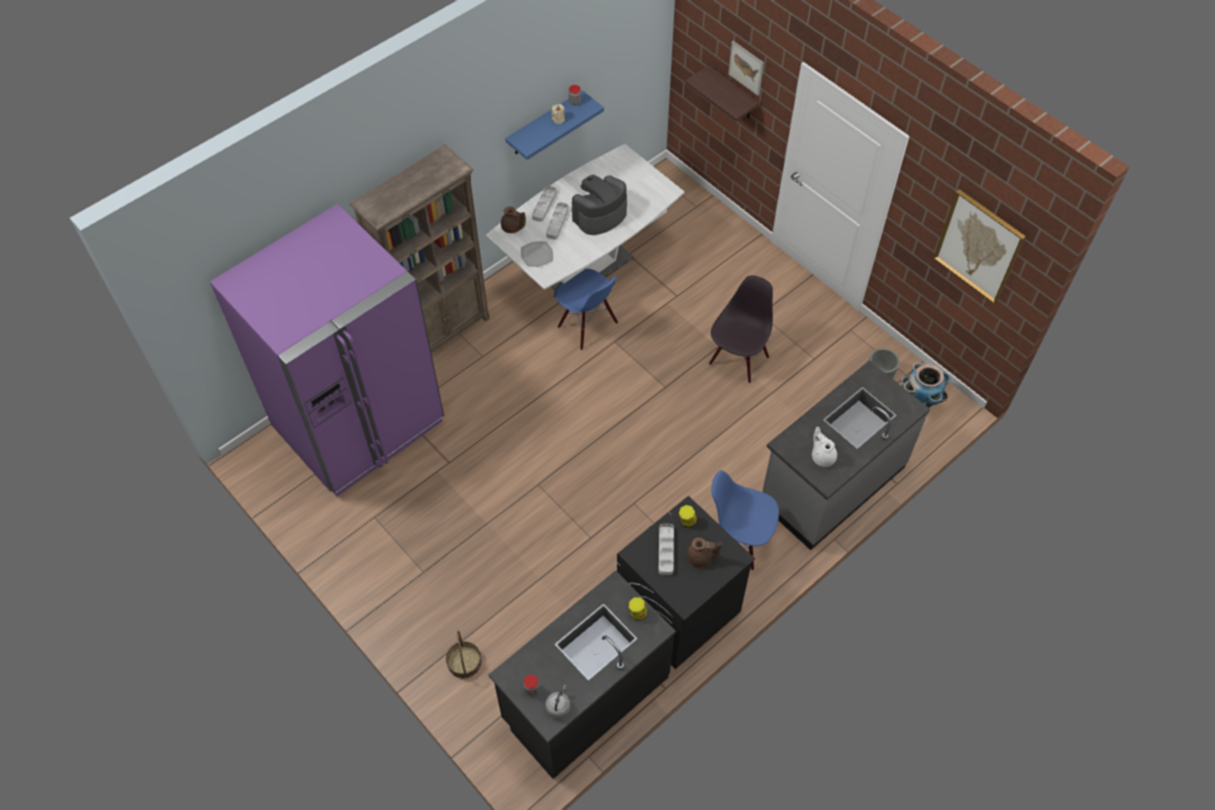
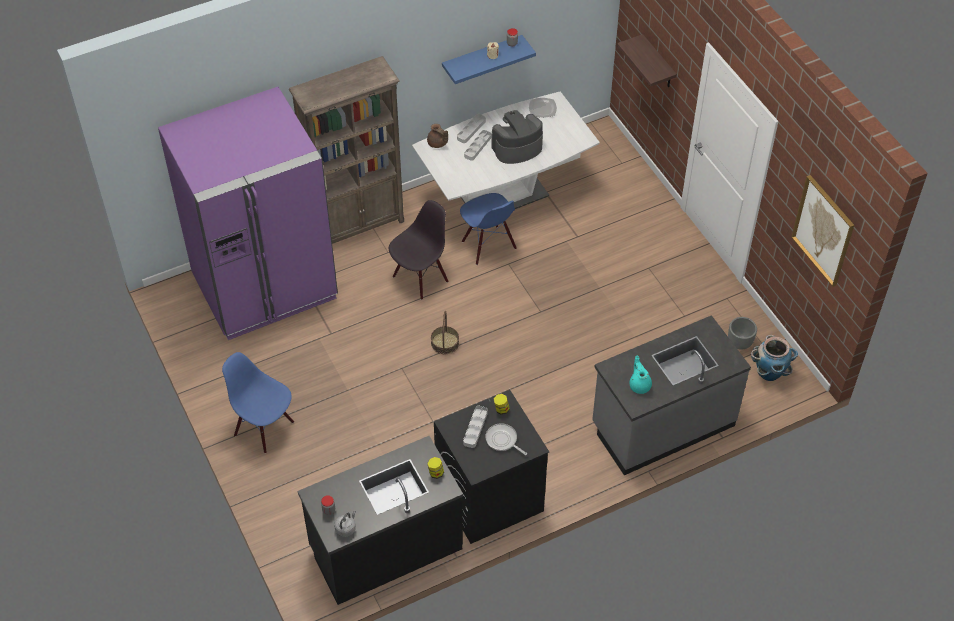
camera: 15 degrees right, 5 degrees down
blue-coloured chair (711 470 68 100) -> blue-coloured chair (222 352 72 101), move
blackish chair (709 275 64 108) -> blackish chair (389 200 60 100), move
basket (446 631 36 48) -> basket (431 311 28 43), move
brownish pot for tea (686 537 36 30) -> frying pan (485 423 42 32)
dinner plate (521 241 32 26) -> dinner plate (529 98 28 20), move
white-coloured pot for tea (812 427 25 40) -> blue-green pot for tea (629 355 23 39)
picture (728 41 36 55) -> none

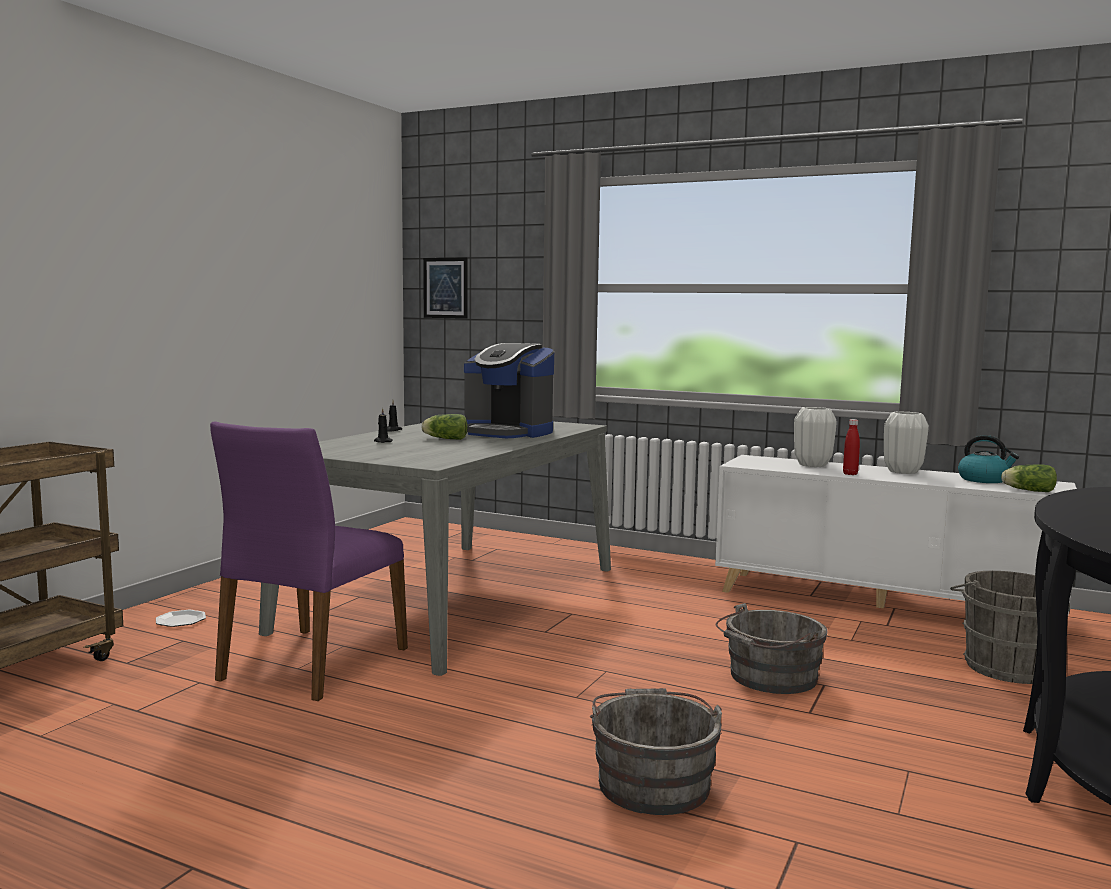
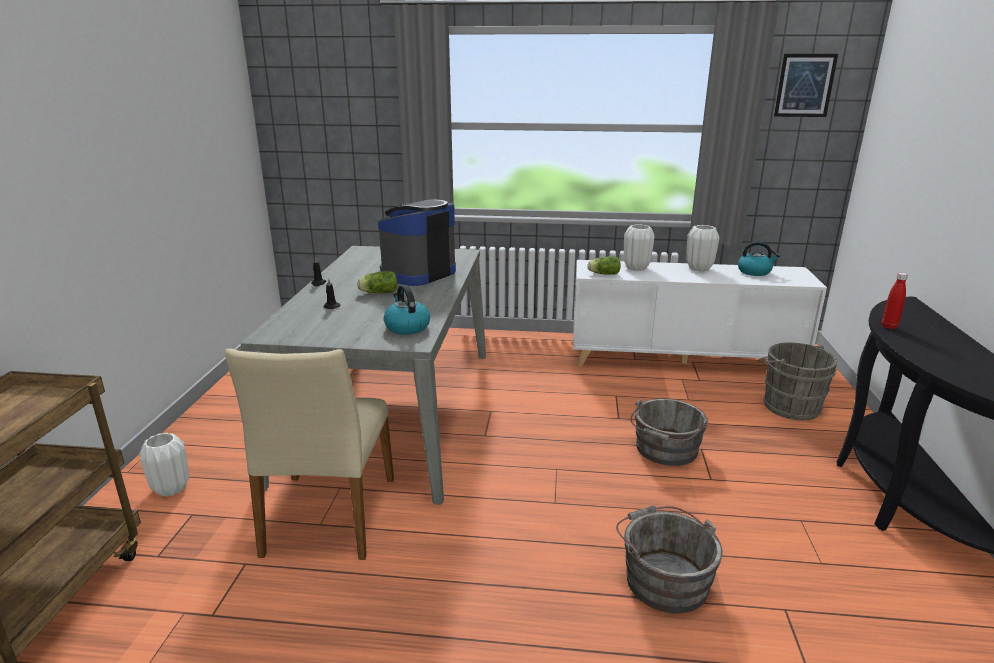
camera: 20 degrees left, 15 degrees up
dinner plate (156 610 50 17) -> white-coloured vase (139 433 50 64)
purplish chair (210 421 198 280) -> beige-coloured chair (225 349 169 211)
coffee machine (464 343 90 95) -> coffee machine (378 200 78 86), 120 degrees clockwise
none -> tea kettle (384 285 46 50)
lettuce head (1001 464 56 28) -> lettuce head (587 256 34 19), move
picture (423 257 45 62) -> picture (774 54 64 63), move
red-coloured bottle (843 419 17 56) -> red-coloured bottle (882 273 26 56), move

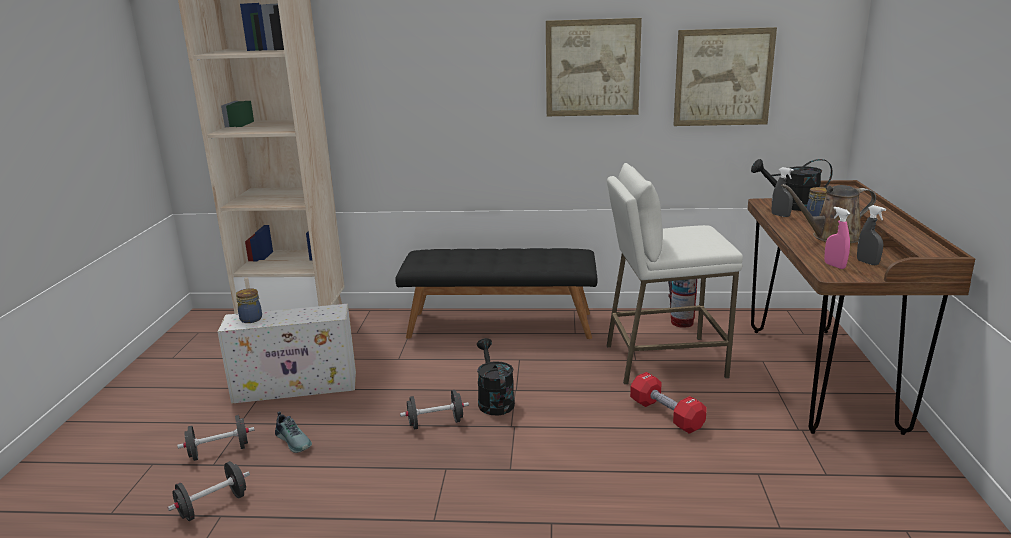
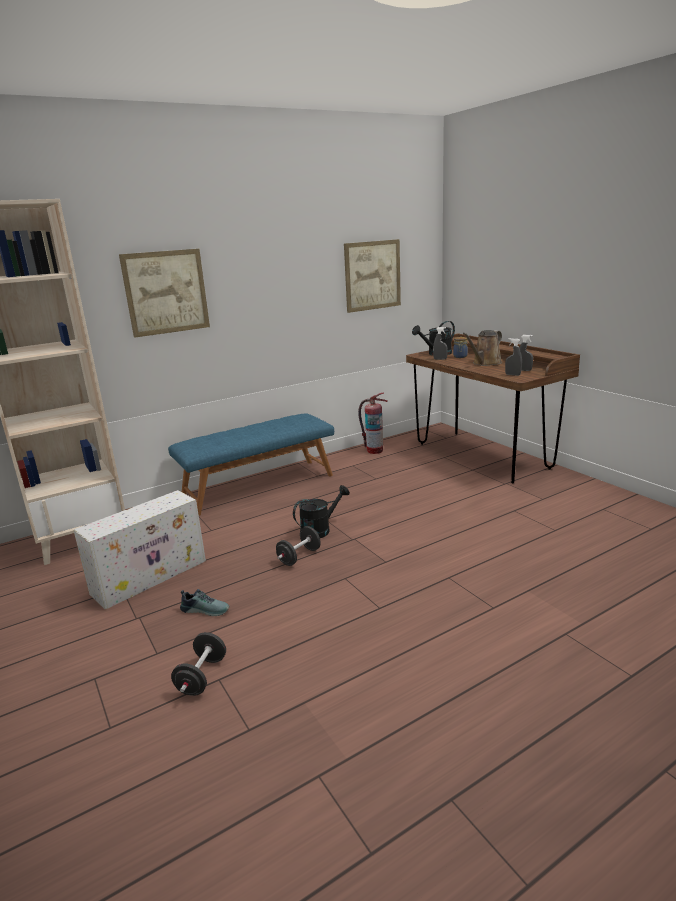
camera: 35 degrees left, 0 degrees up
picture (546 18 96 98) -> picture (119 249 91 89), move
blackish bench (395 248 203 91) -> blue-coloured bench (168 413 166 103)
blackish watering can (477 338 38 78) -> blackish watering can (293 485 57 53), 105 degrees clockwise
pinkish sprayer (824 207 27 62) -> greyish sprayer (505 338 17 38)
blackish free weight (177 415 78 46) -> none
jar (236 288 26 35) -> none
white-coloured stool seat (606 163 137 221) -> none
red-coloured free weight (630 372 76 62) -> none

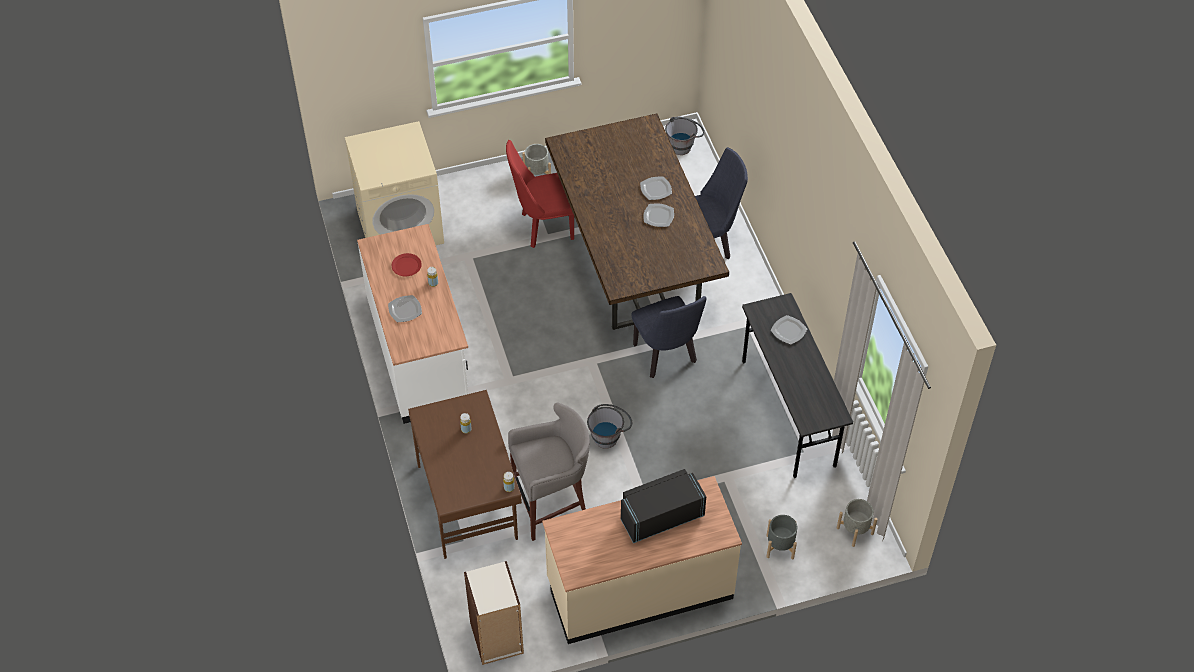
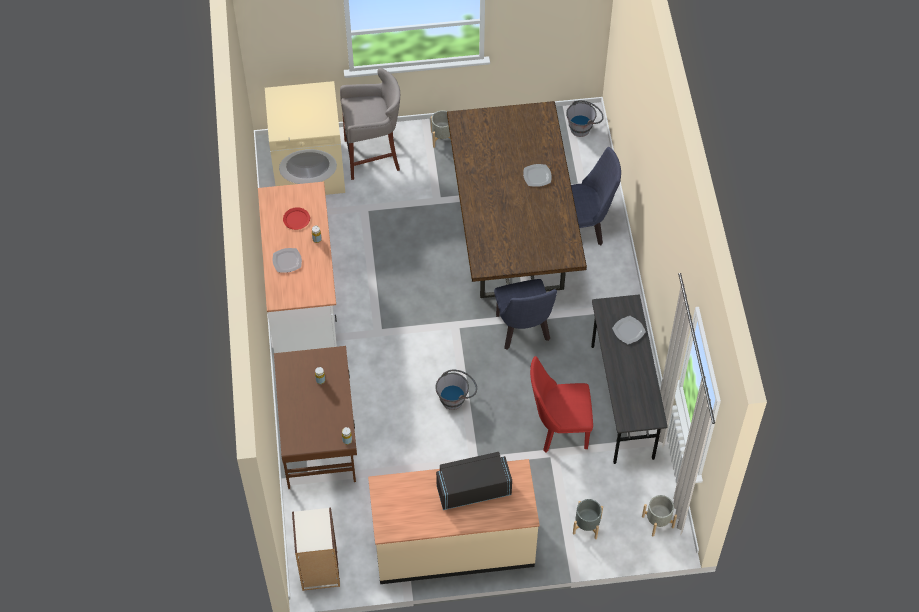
camera: 10 degrees right, 5 degrees up
greyish stool seat (508 403 82 138) -> greyish stool seat (340 68 60 112), move
red-coloured chair (506 140 68 108) -> red-coloured chair (530 356 63 96), move
dinner plate (643 204 31 23) -> none

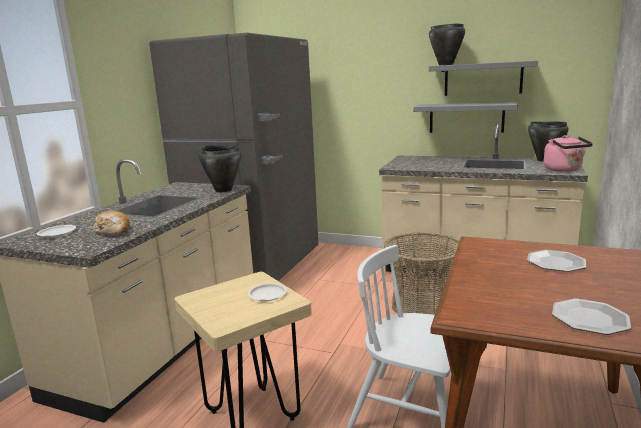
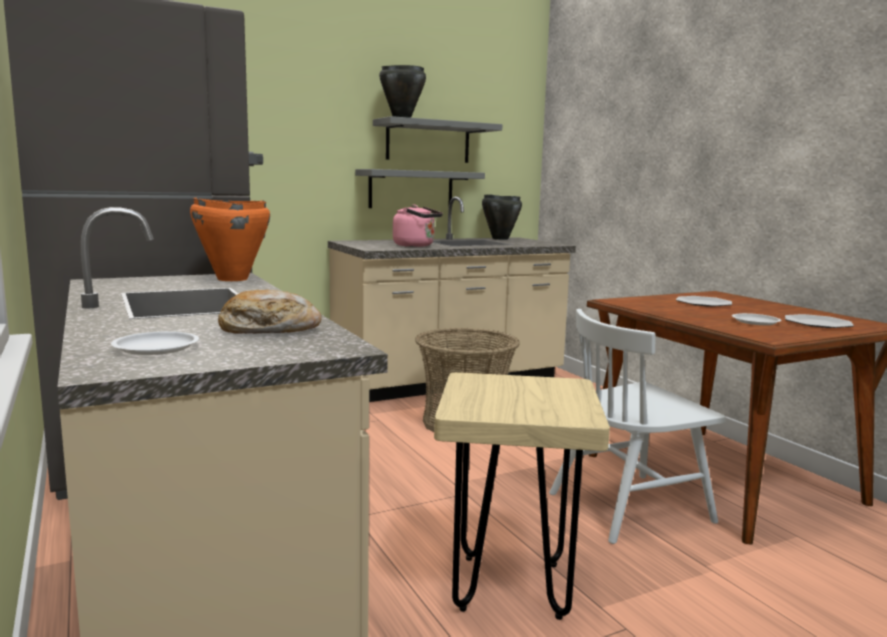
camera: 50 degrees left, 5 degrees down
blackish cooking pot (199 145 43 47) -> orangey cooking pot (190 198 80 83)
pinkish tea kettle (544 135 49 37) -> pinkish tea kettle (393 205 50 42), move
white-coloured dinner plate (248 283 39 18) -> white-coloured dinner plate (732 313 49 12), move

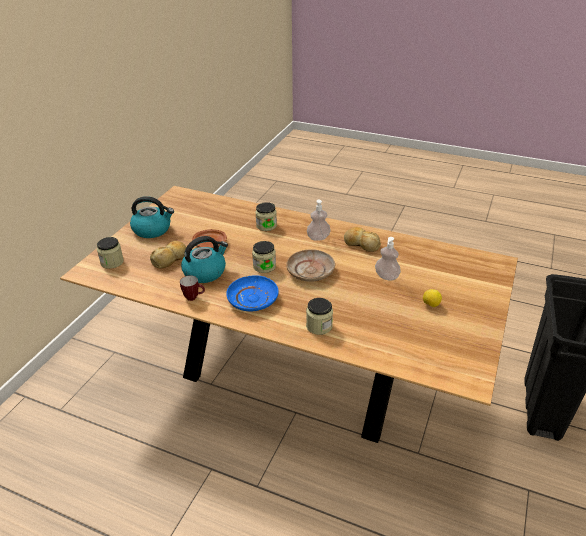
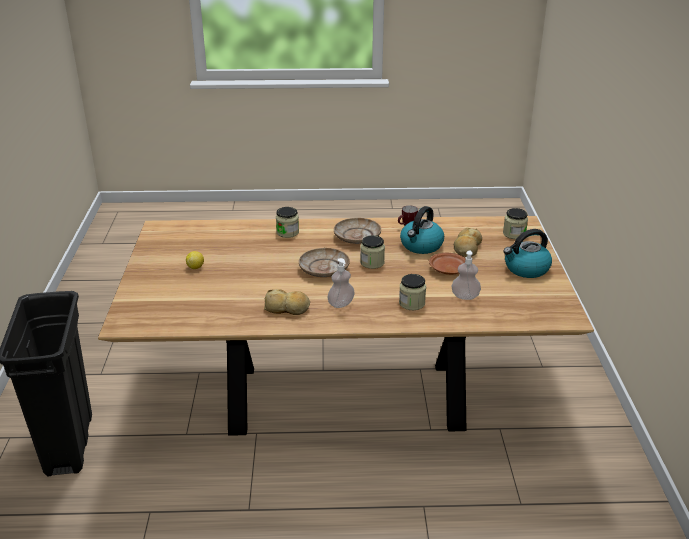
camera: 155 degrees right, 5 degrees down
blue-coloured dinner plate (226 275 53 36) -> beige-coloured dinner plate (334 218 47 26)
liquid soap bottle (375 237 26 44) -> liquid soap bottle (451 251 30 49), move

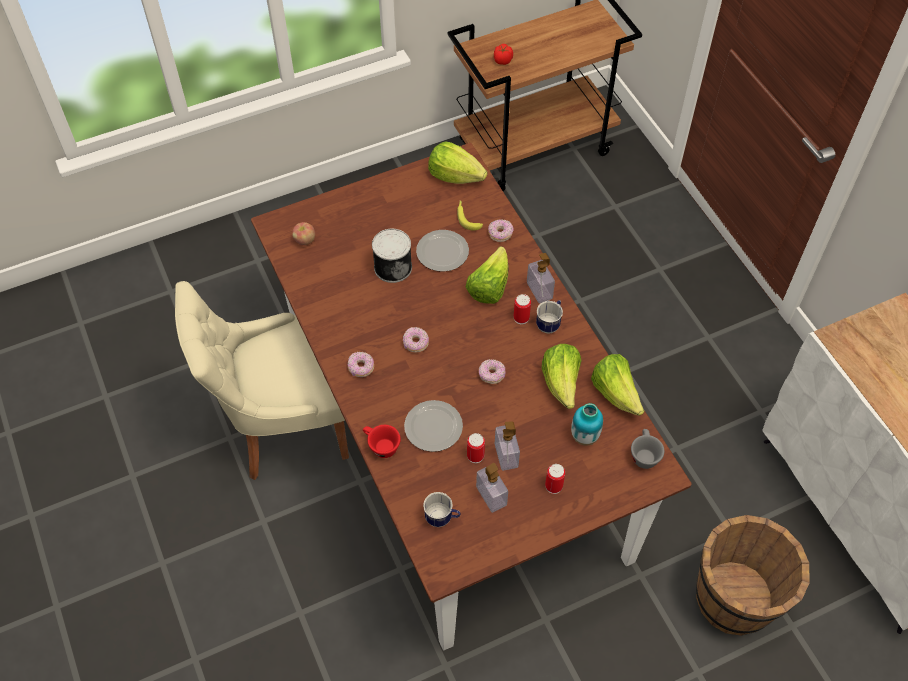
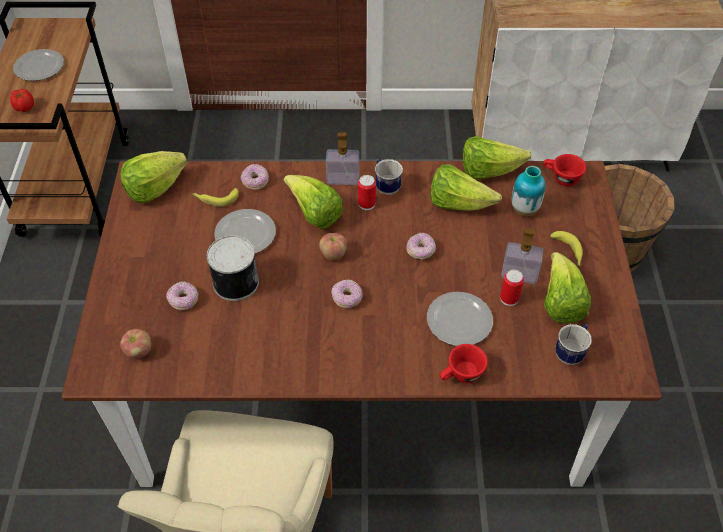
camera: 65 degrees left, 5 degrees down
none -> dinner plate (13 49 51 32)
doughnut (348 352 26 25) -> doughnut (166 281 32 29), move
none -> apple fruit (319 233 28 27)
greyish drinking cup (631 429 33 40) -> red-coloured drinking cup (543 154 43 32)
liquid soap bottle (476 463 32 50) -> lettuce head (544 252 47 71)
metal can (545 464 20 30) -> banana (550 231 33 35)

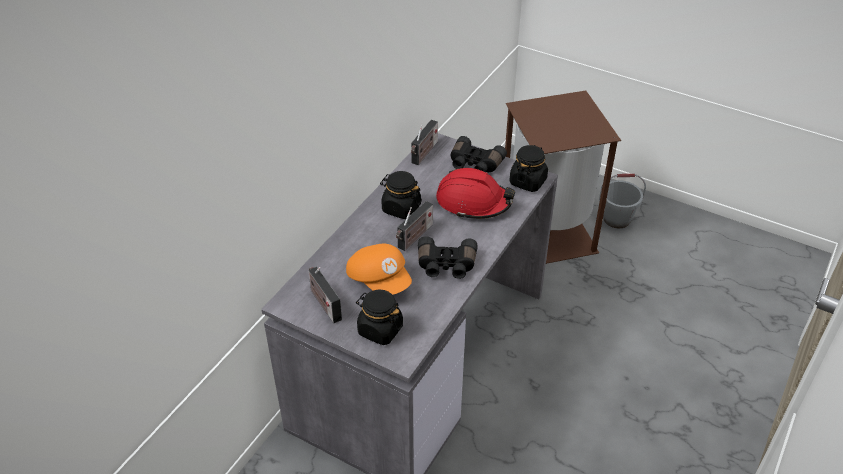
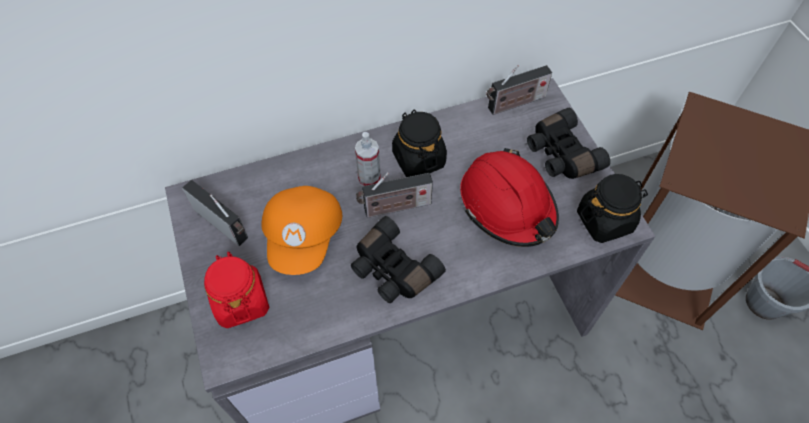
camera: 40 degrees right, 15 degrees up
radio receiver (308 267 34 56) -> radio receiver (182 180 66 66), 120 degrees clockwise
blackish jar (356 289 47 56) -> red-coloured jar (204 252 65 76)
none -> sprayer (355 132 26 54)

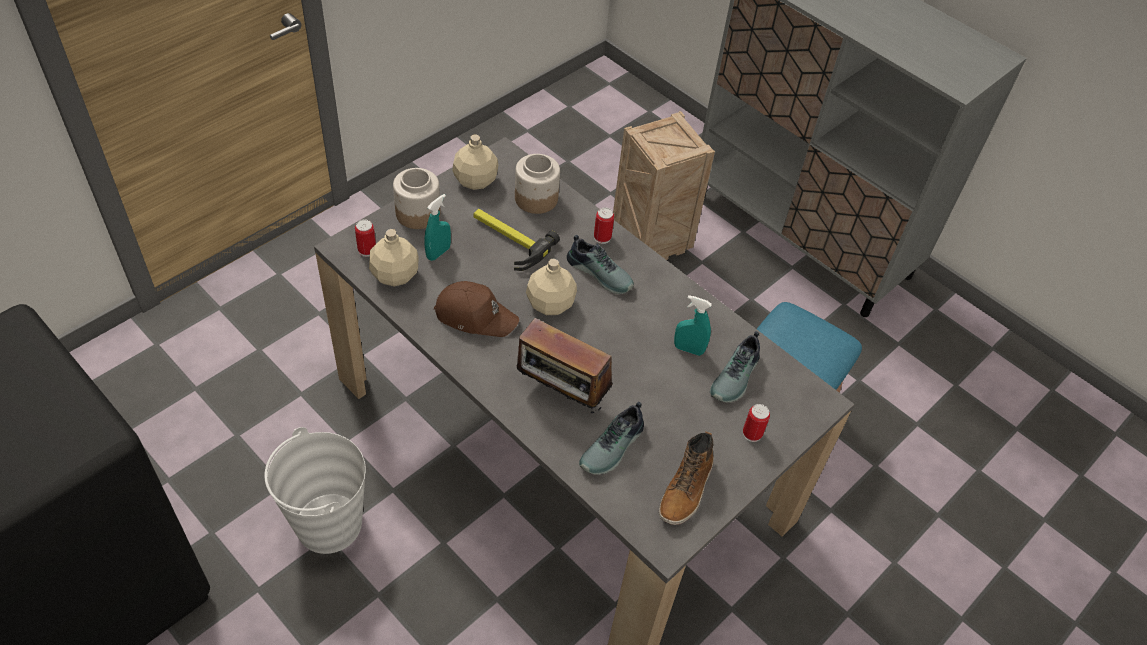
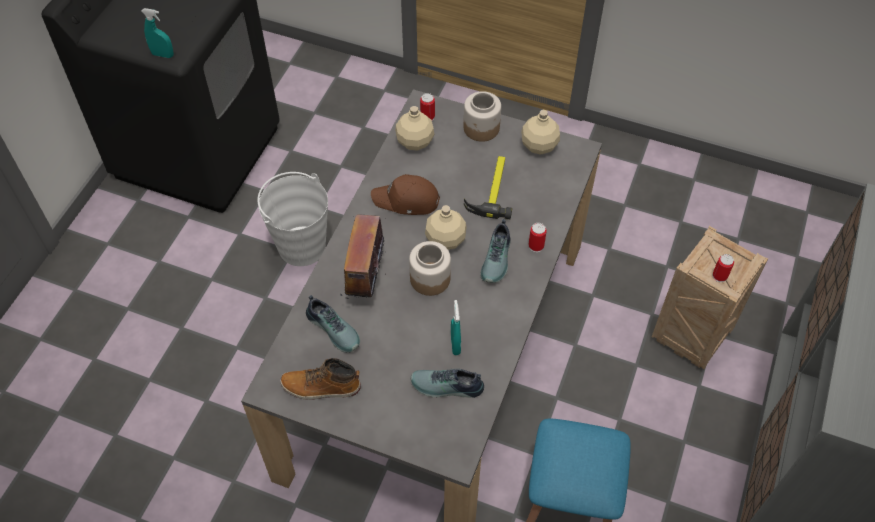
camera: 70 degrees right, 5 degrees up
blue-green sprayer (424 194 27 67) -> blue-green sprayer (141 8 33 50), move
shoe (579 401 65 74) -> shoe (306 295 54 58), 150 degrees counterclockwise
brownish baseball cap (434 281 85 56) -> brownish baseball cap (371 174 69 41), 105 degrees clockwise
jar (515 154 45 60) -> jar (409 241 42 55), move
metal can (743 404 27 38) -> metal can (713 254 21 28), move

